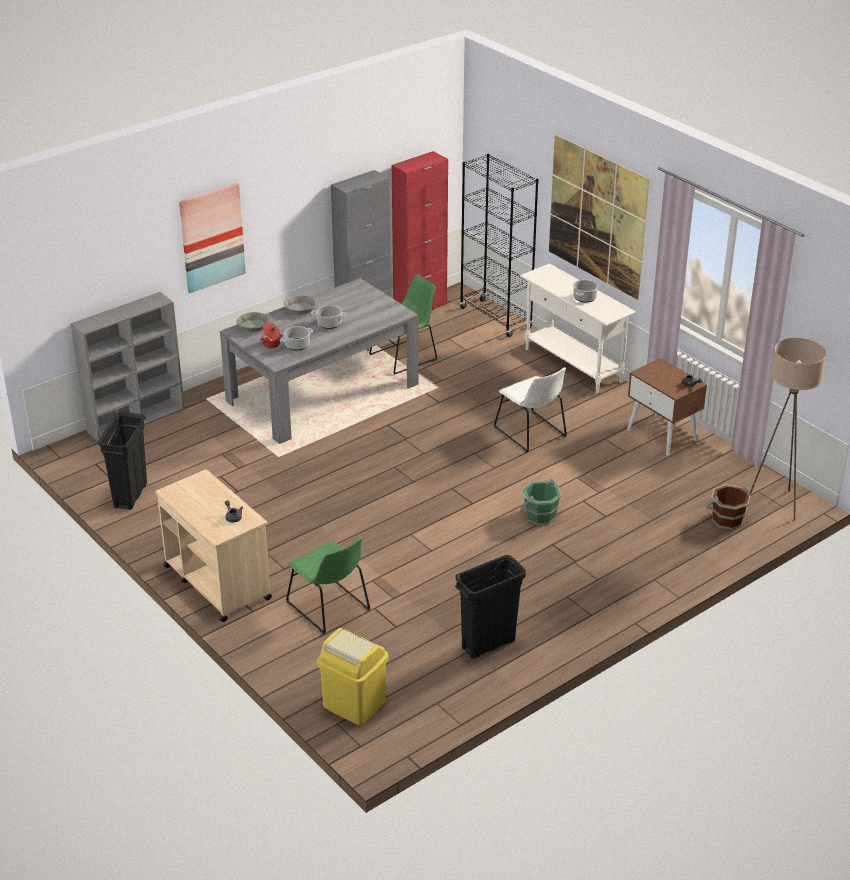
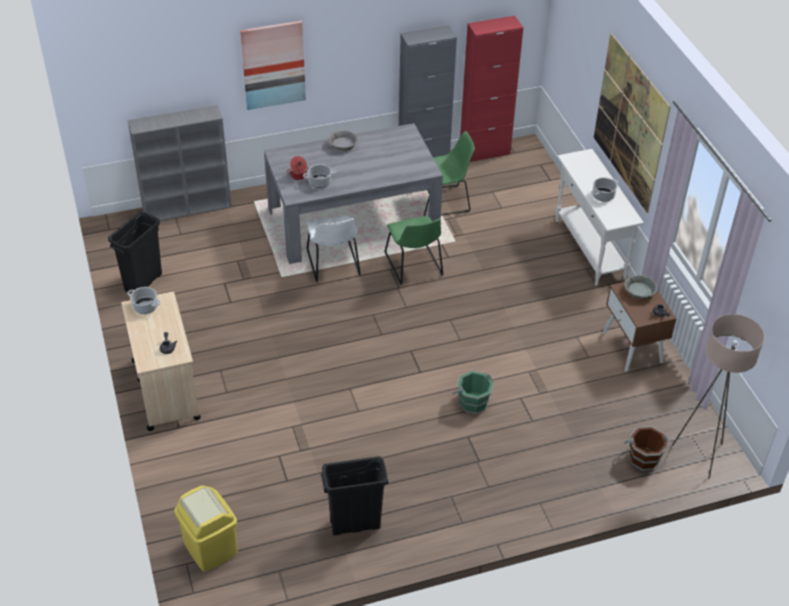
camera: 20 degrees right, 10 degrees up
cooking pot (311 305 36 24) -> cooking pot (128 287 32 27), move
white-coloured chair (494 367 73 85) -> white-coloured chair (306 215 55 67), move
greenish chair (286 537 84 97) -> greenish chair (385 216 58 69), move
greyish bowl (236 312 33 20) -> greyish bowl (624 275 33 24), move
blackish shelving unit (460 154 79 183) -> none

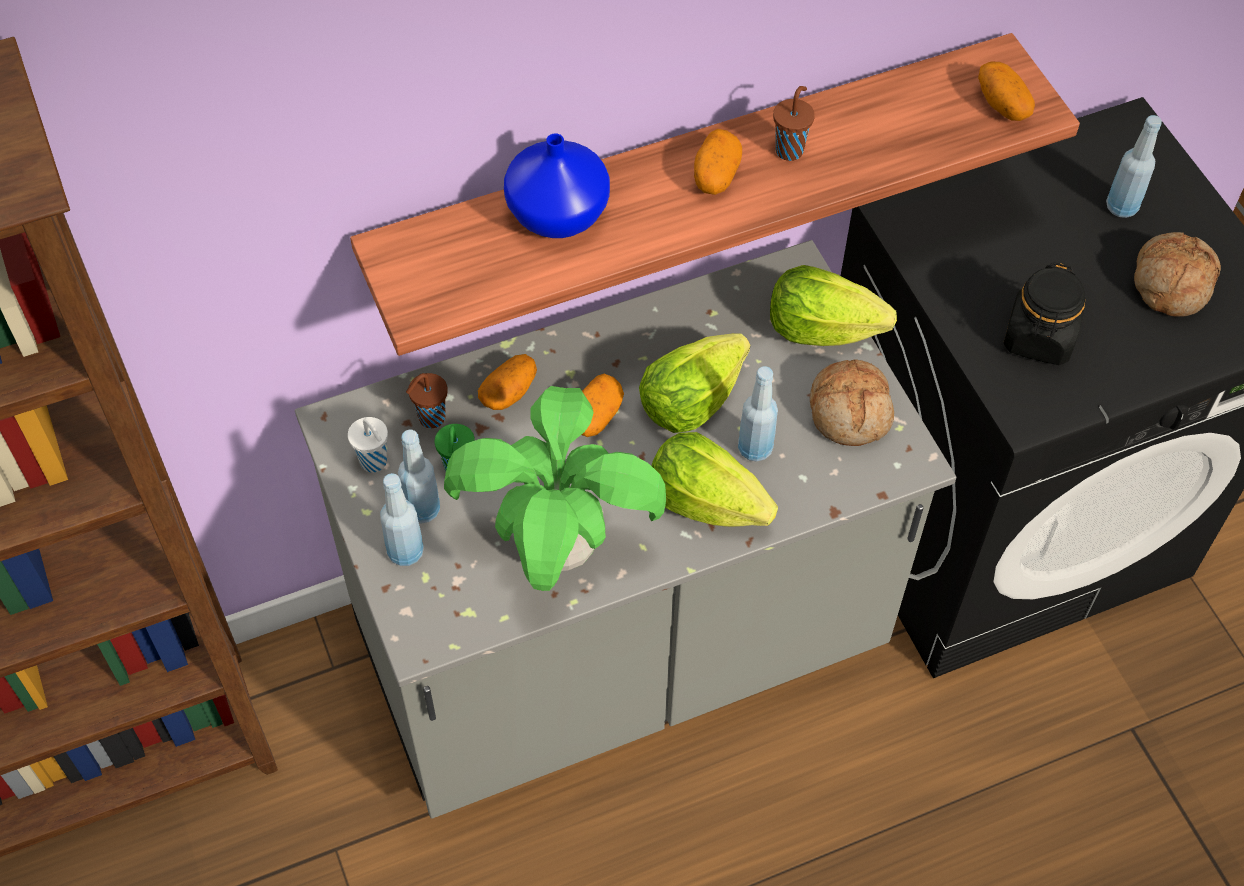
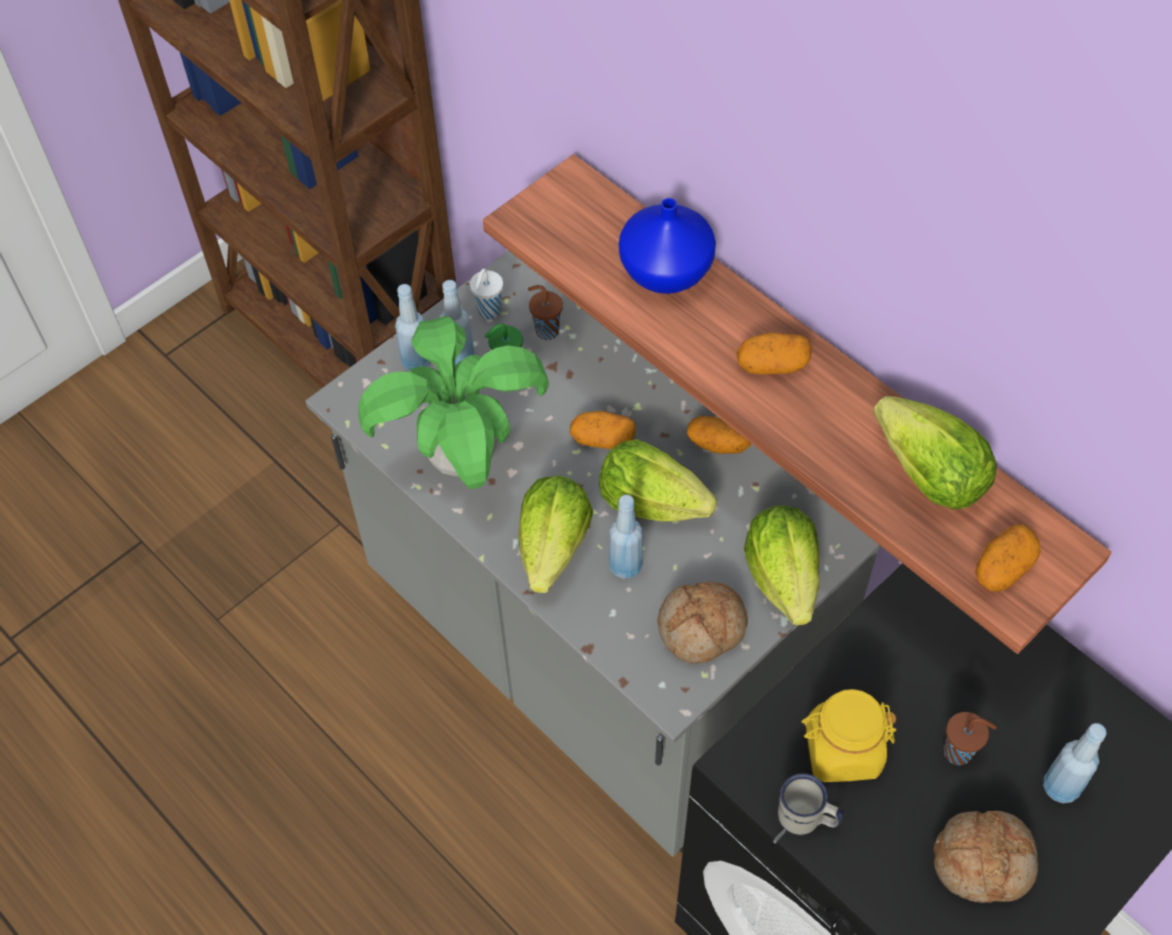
camera: 70 degrees right, 0 degrees up
whole potato (478 354 59 56) -> whole potato (687 416 64 38), move
none -> white-coloured tea mug (778 773 65 62)
blackish jar (1004 262 81 103) -> yellow-coloured jar (801 689 95 93)
none -> lettuce head (873 396 124 114)
brownish drinking cup (773 86 42 75) -> brownish drinking cup (944 712 53 53), move

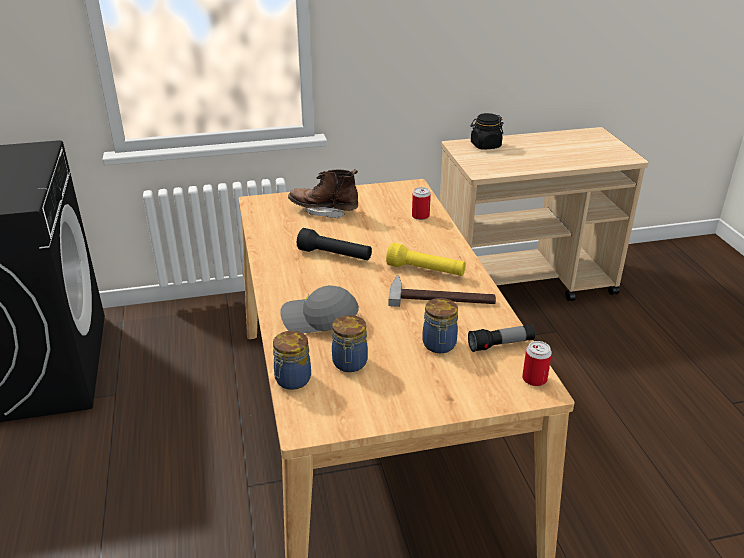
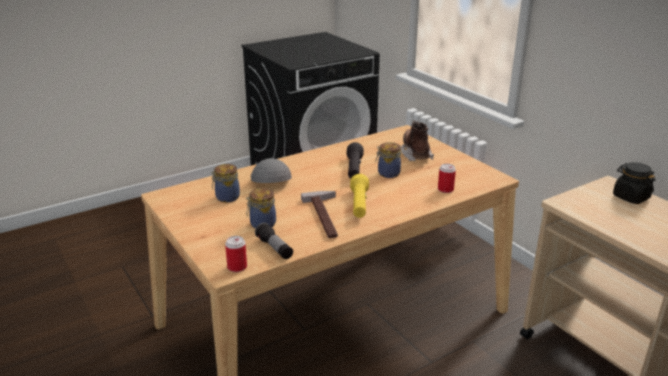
camera: 70 degrees right, 5 degrees down
jar (273 331 38 59) -> jar (375 142 26 36), move

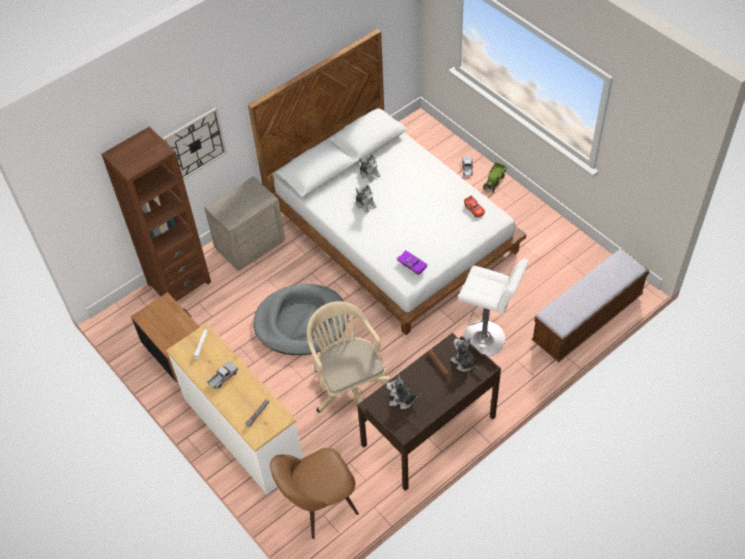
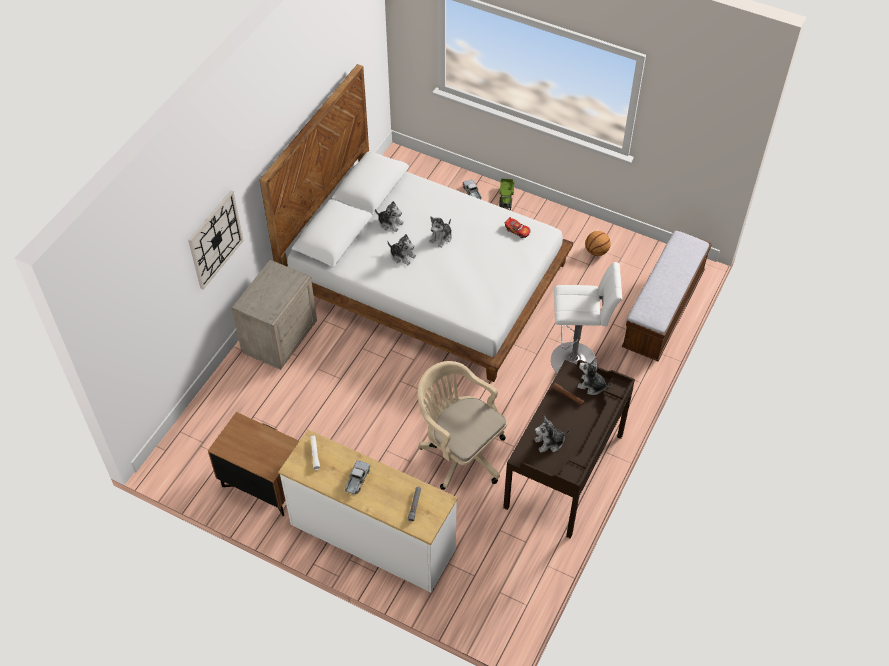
camera: 25 degrees left, 0 degrees up
none -> plush toy (429 216 23 32)
none -> ball for basketball (585 231 26 25)
brownish shelving unit (101 126 110 175) -> none
greyish dog bed (254 284 94 71) -> none
brownish chair (270 448 89 91) -> none
purplish toy car (397 250 30 25) -> none

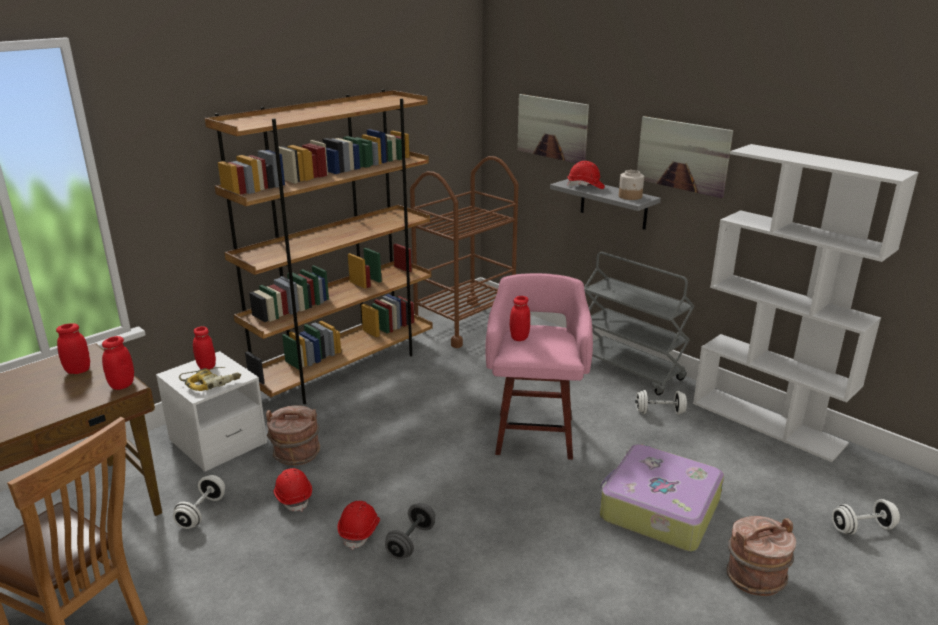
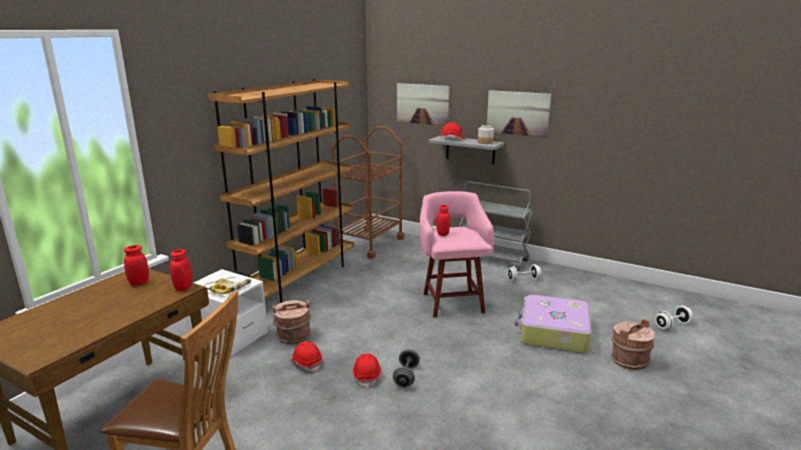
camera: 15 degrees left, 5 degrees down
white-coloured free weight (173 475 52 54) -> none
red-coloured jar (193 326 23 43) -> none
white-coloured shelving unit (693 144 226 318) -> none

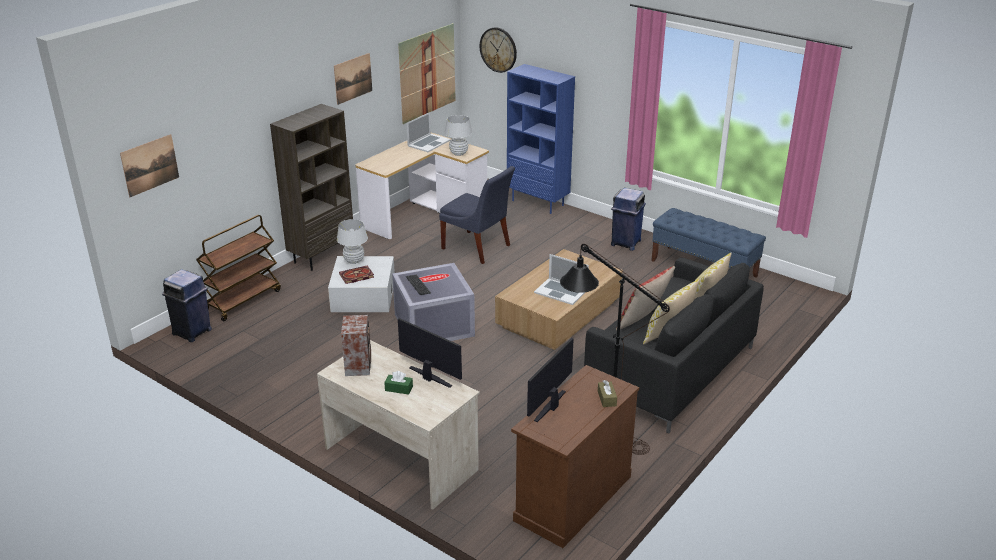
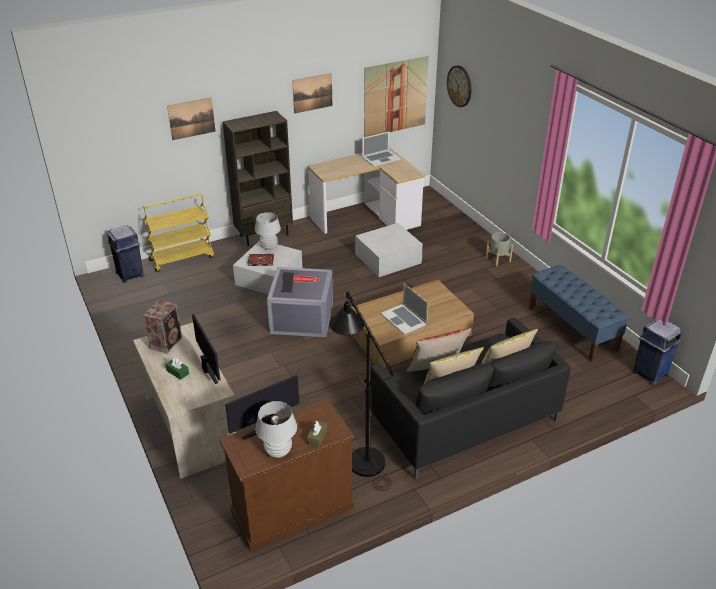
camera: 25 degrees right, 5 degrees up
brownish wheeled cart (196 215 85 106) -> yellow-coloured wheeled cart (144 194 70 78)
picture (120 134 59 63) -> picture (167 98 49 42), move
white-coloured lamp for a table (444 115 28 41) -> white-coloured lamp for a table (255 401 42 57), move
blue-coloured chair (439 166 76 98) -> white-coloured storage container (355 223 68 54)
none -> greyish plant pot (486 232 27 34)
blue-coloured rubbish bin (611 188 35 63) -> blue-coloured rubbish bin (633 320 49 66), move
blue-coloured shelving unit (507 64 68 150) -> none

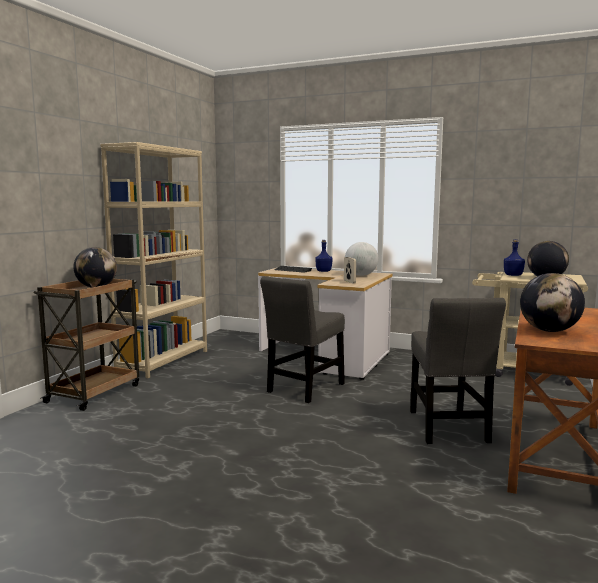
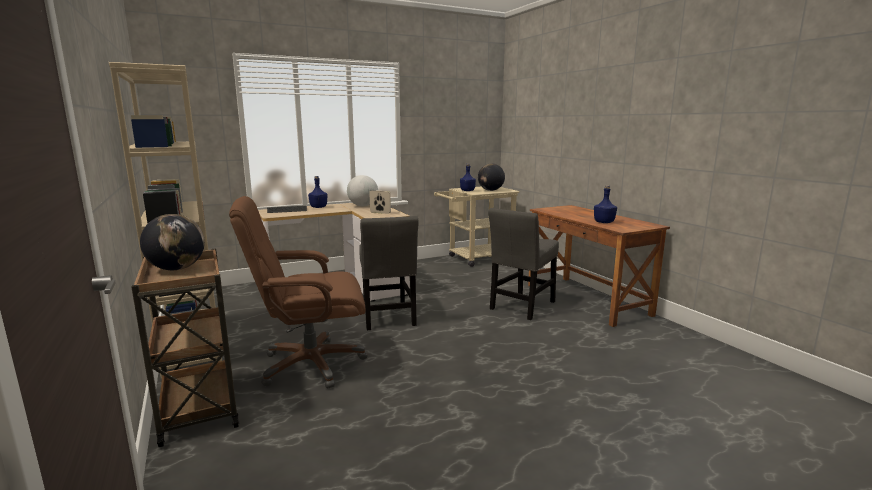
camera: 50 degrees left, 5 degrees up
none -> brownish computer chair (229 196 138 192)
greyish chair (410 298 96 146) -> greyish chair (488 208 71 112), 90 degrees clockwise
world globe (520 273 65 59) -> blue-coloured bottle (594 185 23 38)

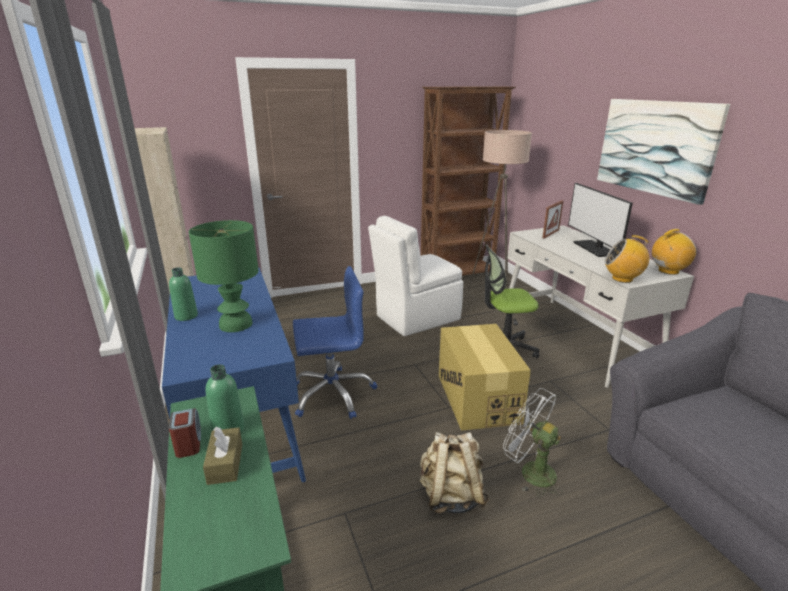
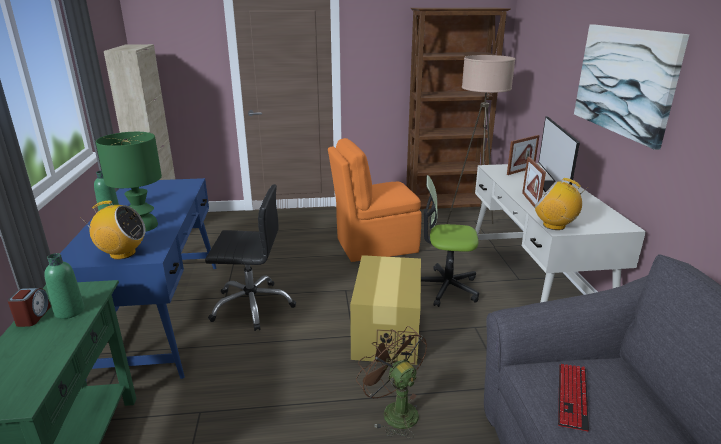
camera: 15 degrees right, 0 degrees up
radio receiver (652 229 45 46) -> radio receiver (83 201 63 58), move
blue-coloured computer chair (293 266 84 153) -> blackish computer chair (205 184 91 147)
white-coloured chair (368 216 95 120) -> orangey chair (328 138 94 124)
white-coloured electric fan (503 388 60 109) -> brownish electric fan (356 326 71 113)
none -> picture frame (522 157 24 51)
none -> keyboard (558 364 31 67)
brownish box of tissues (203 427 39 58) -> none
beige-coloured rucksack (420 432 69 82) -> none

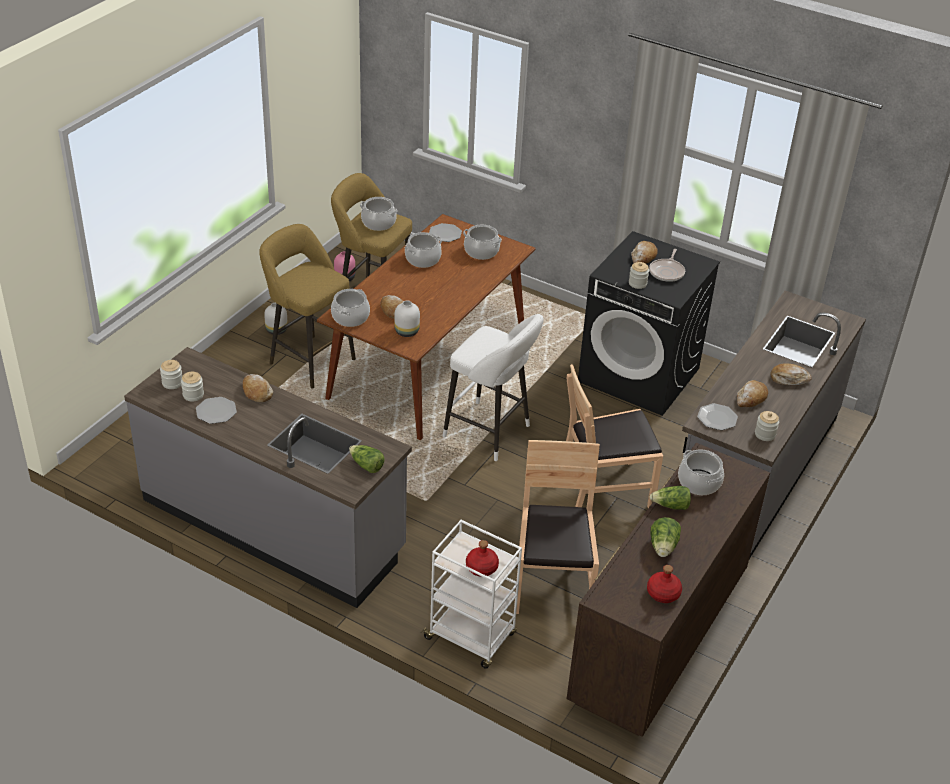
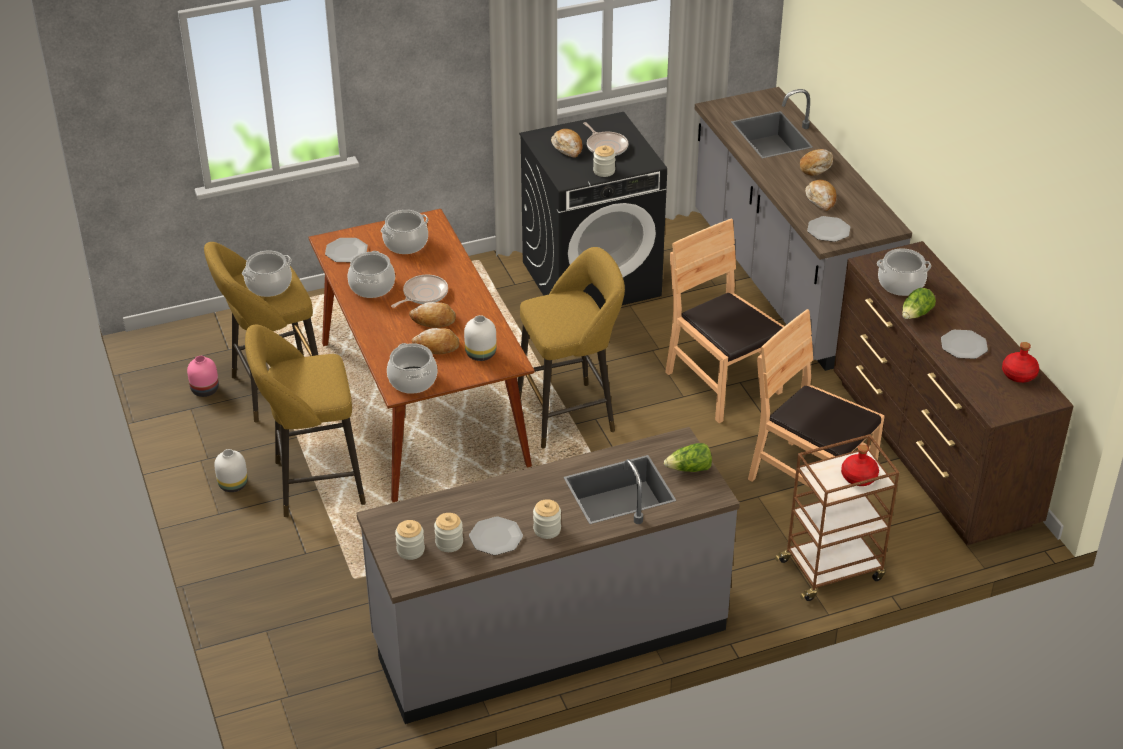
camera: 50 degrees left, 0 degrees up
none -> frying pan (391 274 57 34)
bread (243 374 30 28) -> bread (409 302 47 26), move
white-coloured stool seat (442 314 102 147) -> yellow-coloured stool seat (518 247 107 202)
jar (755 411 24 30) -> jar (533 499 28 40), move
brownish chair (566 364 97 144) -> brownish chair (665 218 119 205), 120 degrees clockwise
white-coloured wheeled cart (422 520 100 149) -> brownish wheeled cart (775 434 124 167)
lettuce head (650 517 31 40) -> dinner plate (941 330 47 29)

